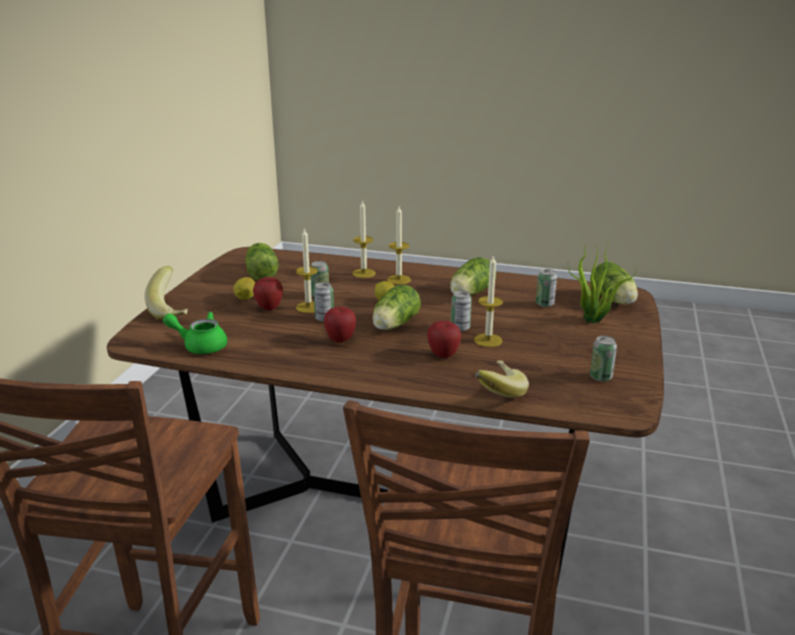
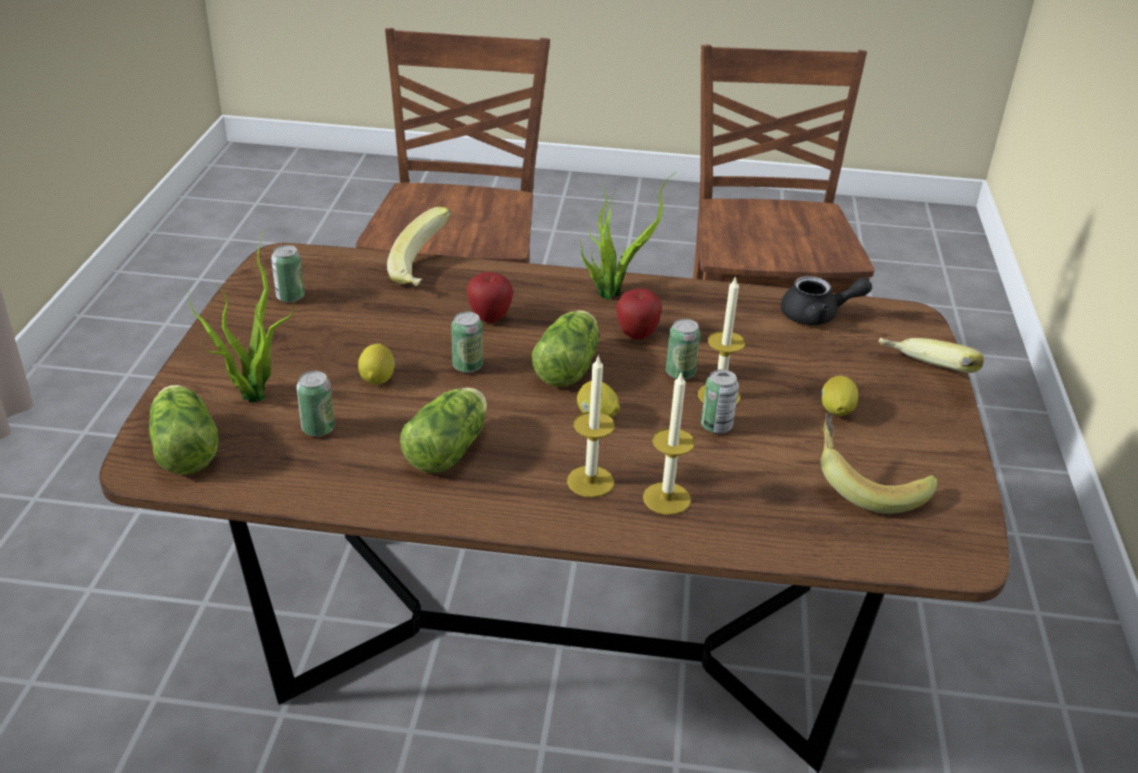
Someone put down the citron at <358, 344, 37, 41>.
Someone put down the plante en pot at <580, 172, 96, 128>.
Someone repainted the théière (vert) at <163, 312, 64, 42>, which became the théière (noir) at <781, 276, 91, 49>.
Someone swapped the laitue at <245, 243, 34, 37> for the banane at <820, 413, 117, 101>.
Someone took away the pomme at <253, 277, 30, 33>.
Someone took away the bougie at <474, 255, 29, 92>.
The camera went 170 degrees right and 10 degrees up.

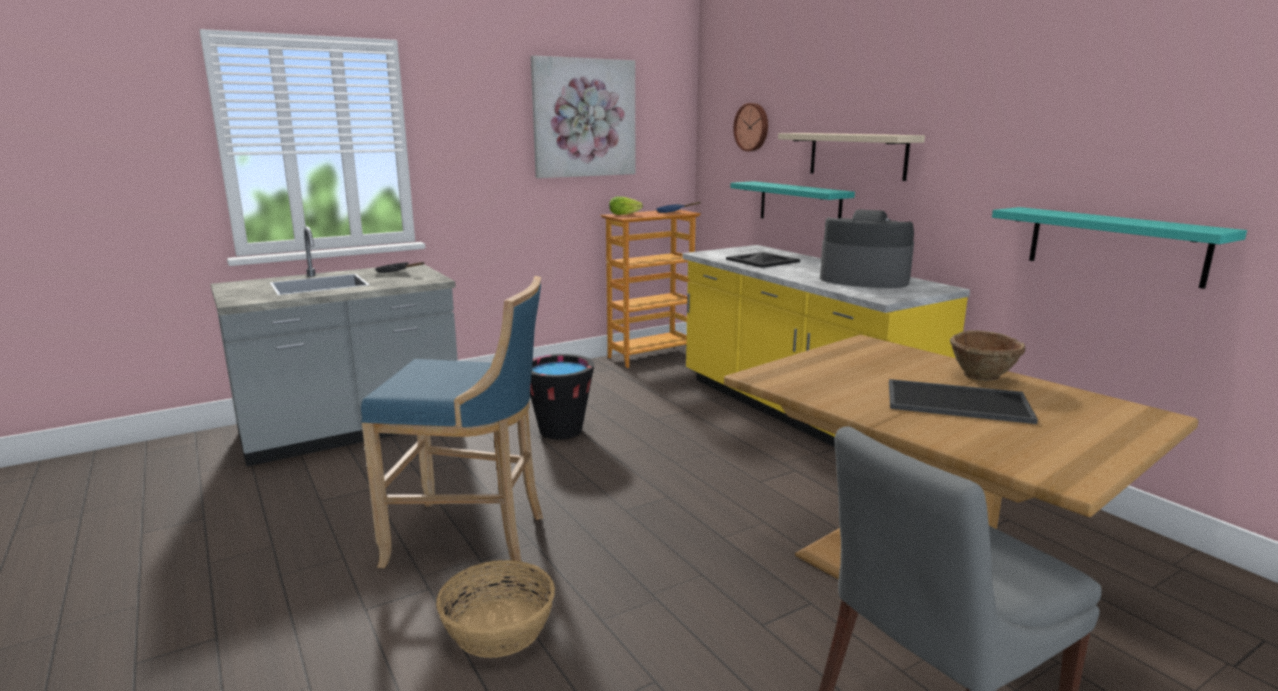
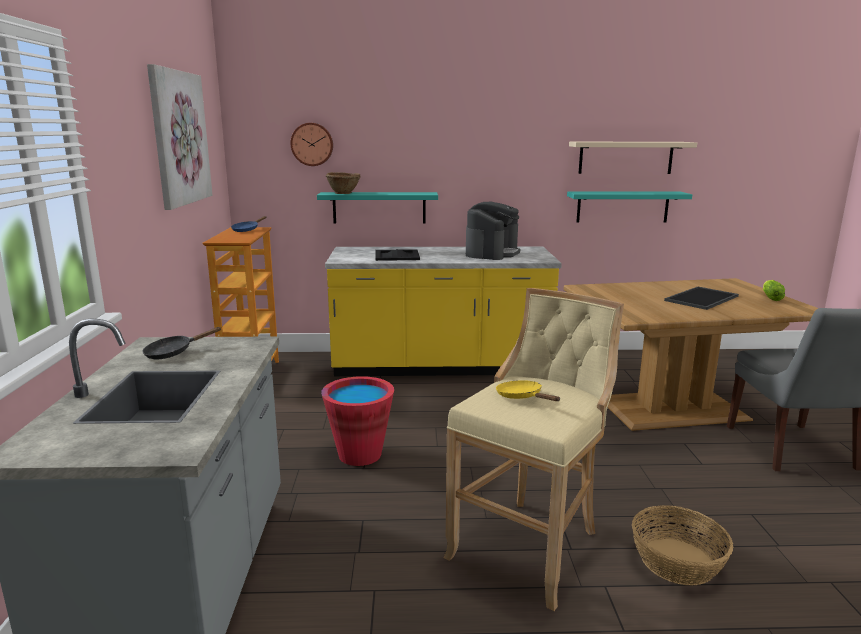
Someone repainted the seau (noir) at <530, 354, 64, 85>, which became the seau (rouge) at <321, 376, 73, 90>.
Someone carried the bol (marron) from <950, 330, 75, 51> to <326, 172, 35, 22>.
Someone repainted the tabouret (bleu) at <361, 276, 182, 292>, which became the tabouret (beige) at <443, 288, 181, 323>.
Someone rotated the machine à café at <820, 209, 94, 79> by 150 degrees clockwise.
Someone put down the poêle (jaune) at <496, 380, 64, 21>.
Someone carried the étagère (beige) from <778, 133, 147, 48> to <569, 141, 128, 33>.
Someone carried the laitue from <609, 196, 34, 19> to <763, 280, 22, 21>.
The camera went 60 degrees left and 0 degrees up.

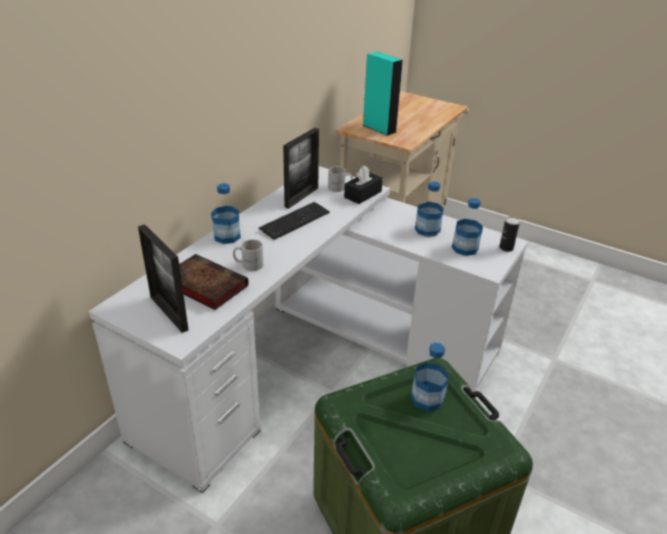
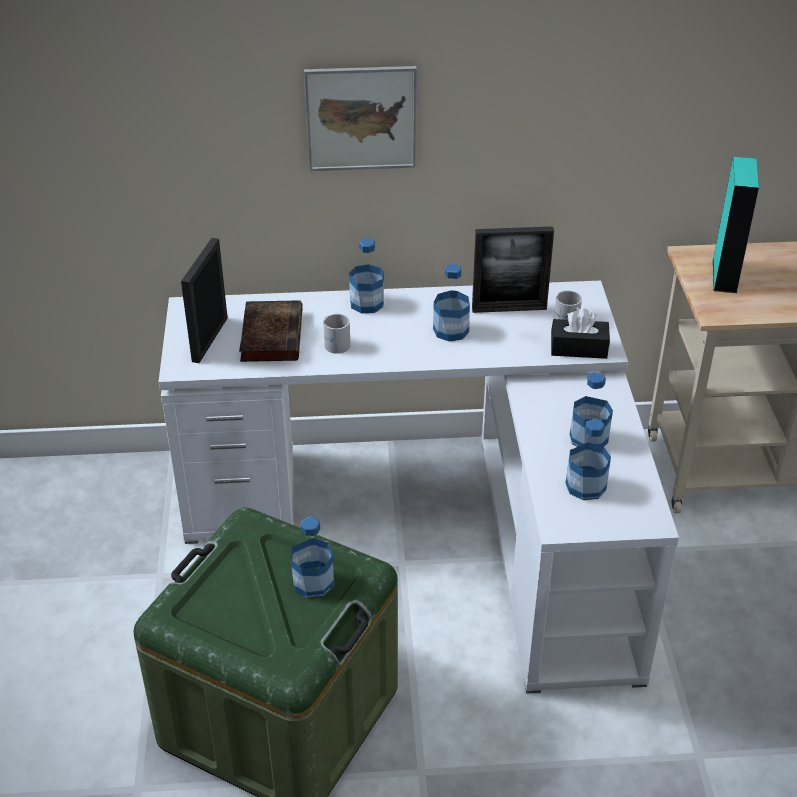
Someone put up the tableau at <304, 66, 113, 105>.
Someone swapped the clavier at <259, 202, 71, 38> for the bouteille at <433, 264, 37, 78>.
Someone took away the boîte métallique at <499, 217, 21, 35>.
The camera went 55 degrees right and 5 degrees up.

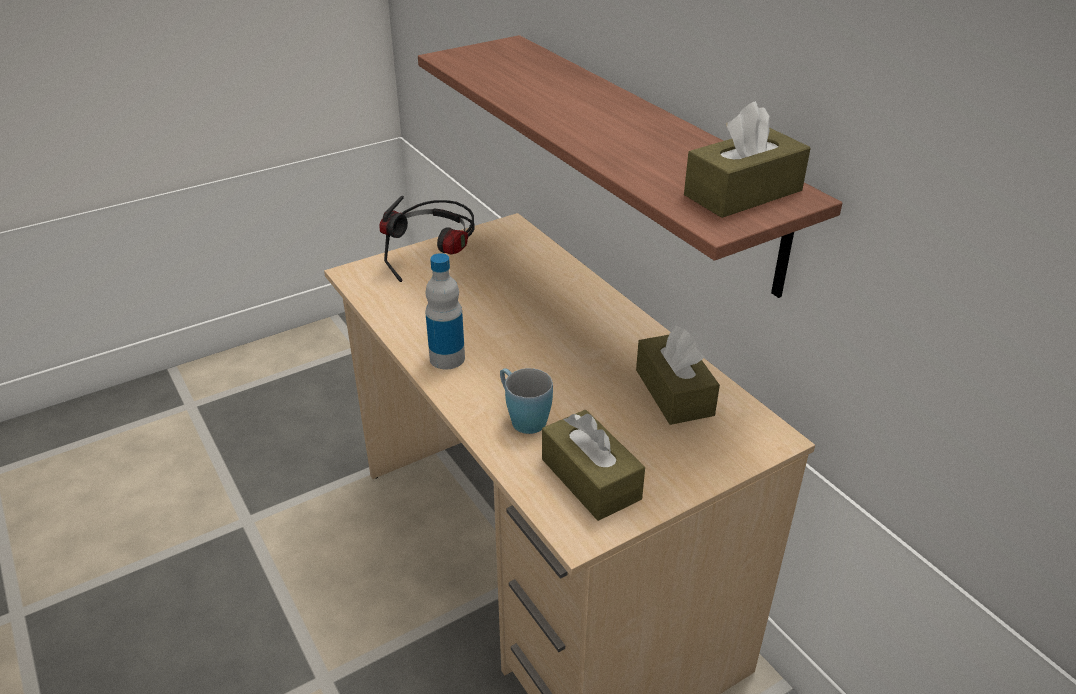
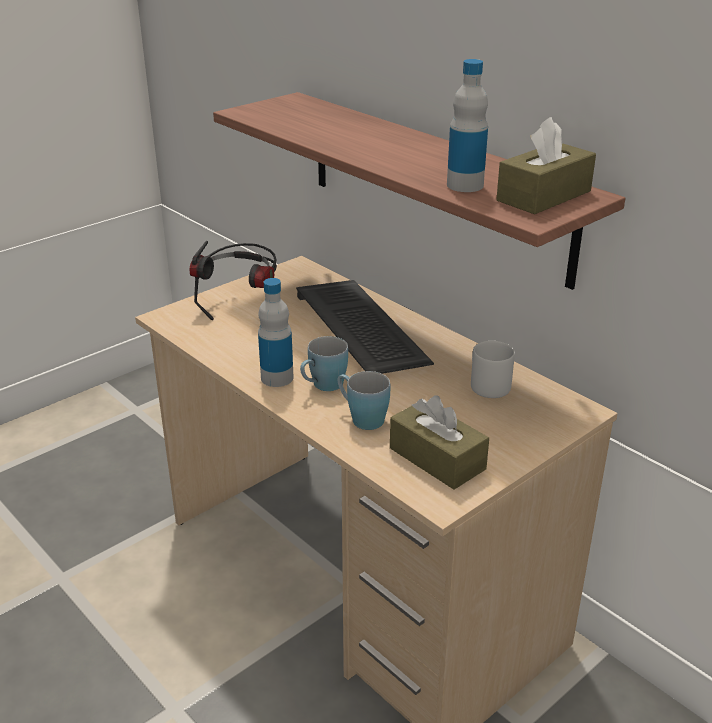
Someone put down the clavier at <296, 280, 138, 94>.
Someone put down the mug (bleu) at <300, 336, 48, 55>.
Someone put down the bouteille at <447, 59, 41, 133>.
Someone swapped the boîte à mouchoirs (marron) at <636, 325, 84, 100> for the mug (gris) at <471, 341, 44, 57>.
The camera went 10 degrees left and 5 degrees down.

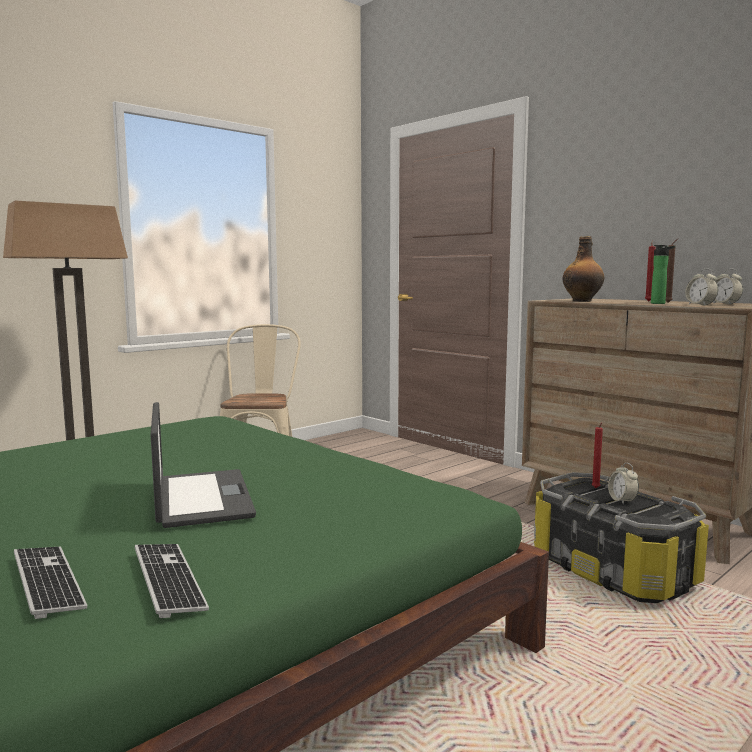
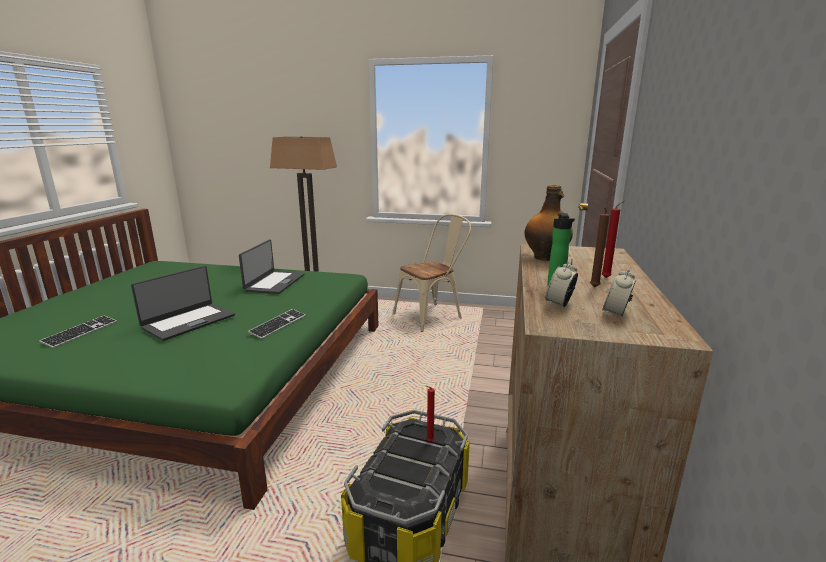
Someone put down the ordinateur portable at <239, 239, 66, 55>.
Someone carried the clavier from <135, 544, 74, 74> to <248, 309, 58, 30>.
Someone took away the réveil at <608, 463, 31, 42>.
The camera went 55 degrees right and 10 degrees up.

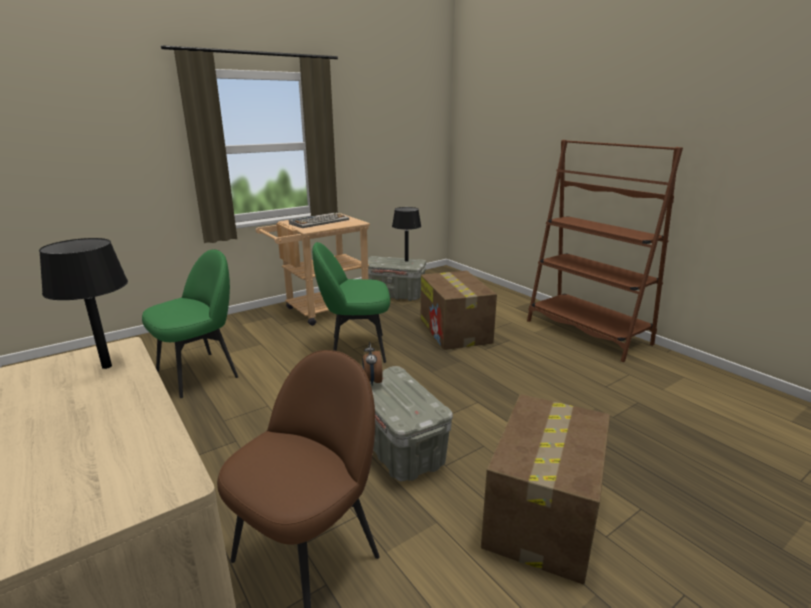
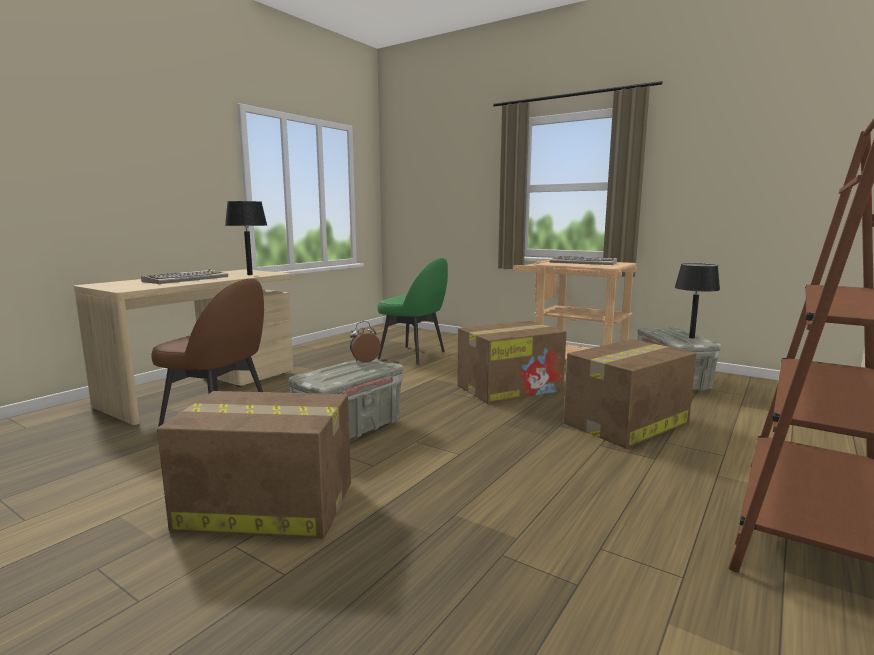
Someone put down the clavier at <141, 270, 87, 14>.
Someone swapped the chaise (vert) at <312, 242, 78, 121> for the carton at <457, 320, 110, 84>.
The camera went 70 degrees right and 10 degrees down.

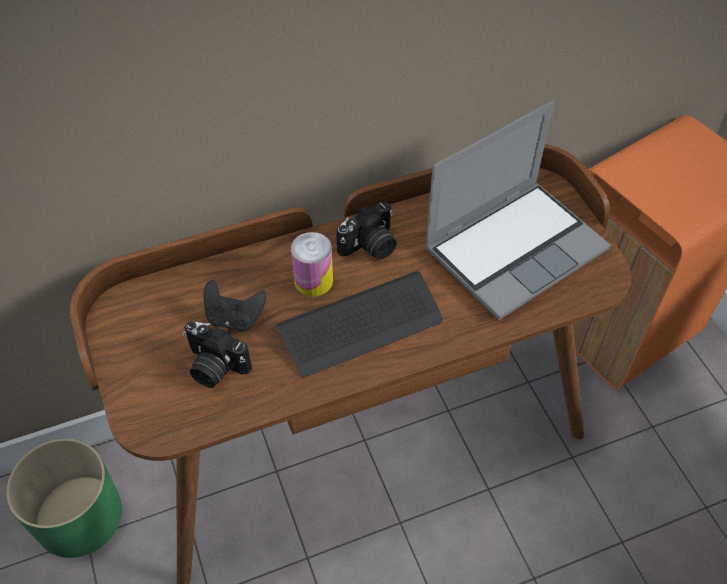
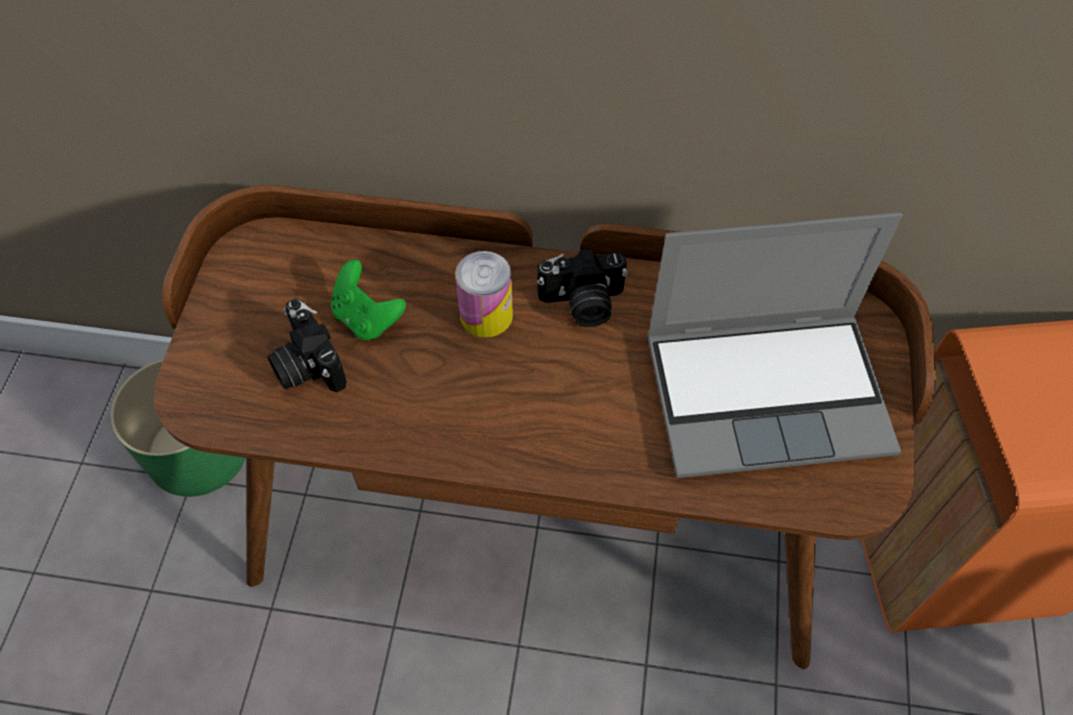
Someone repainted the manette (noir) at <204, 280, 62, 52>, which became the manette (vert) at <331, 260, 75, 80>.
Someone took away the clavier at <276, 271, 167, 106>.
The camera went 30 degrees right and 5 degrees up.

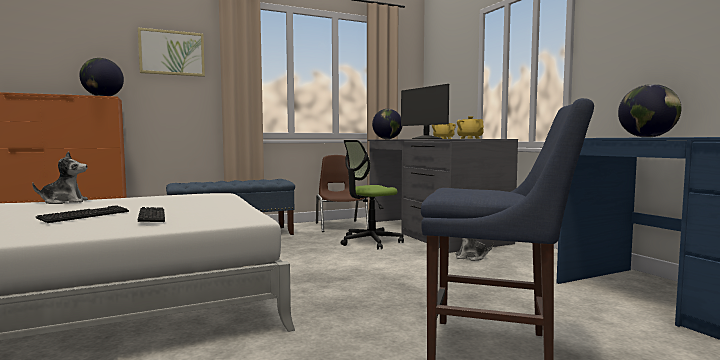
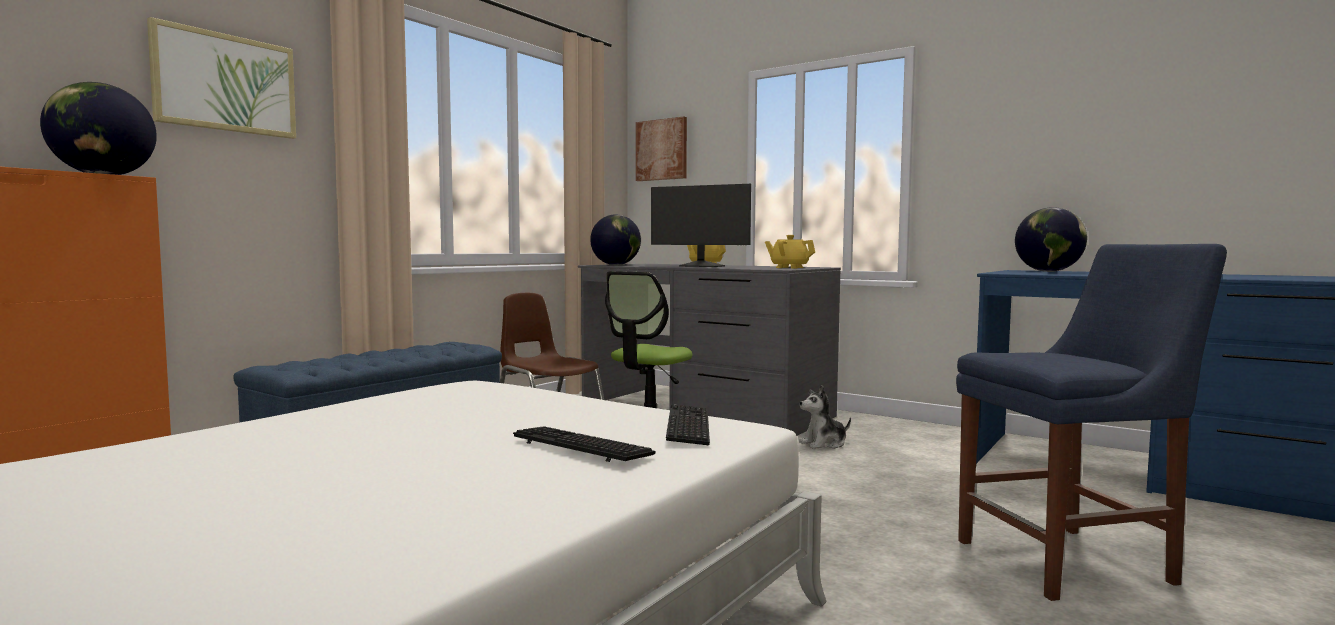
Someone put up the tableau at <636, 116, 51, 65>.
Someone carried the clavier from <35, 205, 94, 18> to <666, 404, 44, 41>.
Someone took away the peluche at <32, 151, 56, 53>.
The camera went 30 degrees left and 0 degrees up.

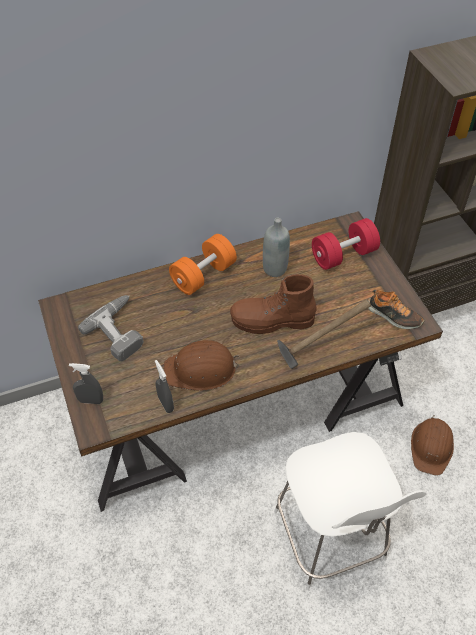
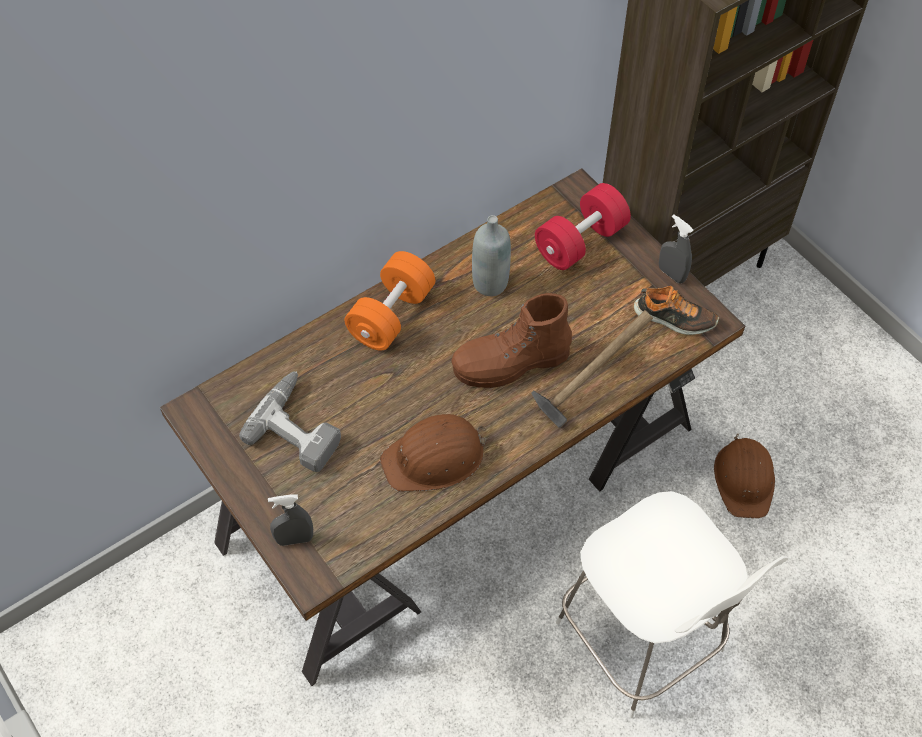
Someone carried the vaporisateur (gris) from <155, 360, 19, 53> to <659, 214, 34, 69>.
The camera went 15 degrees left and 5 degrees up.

